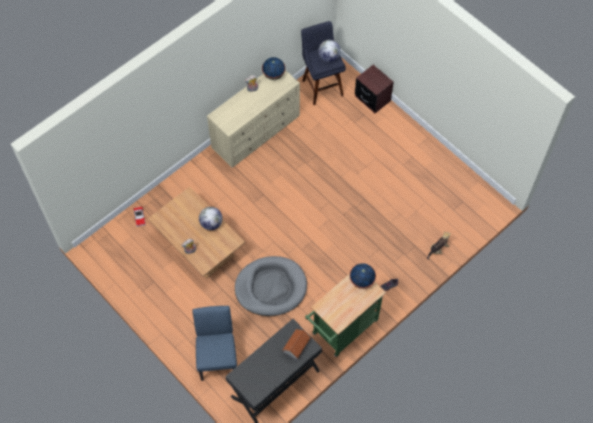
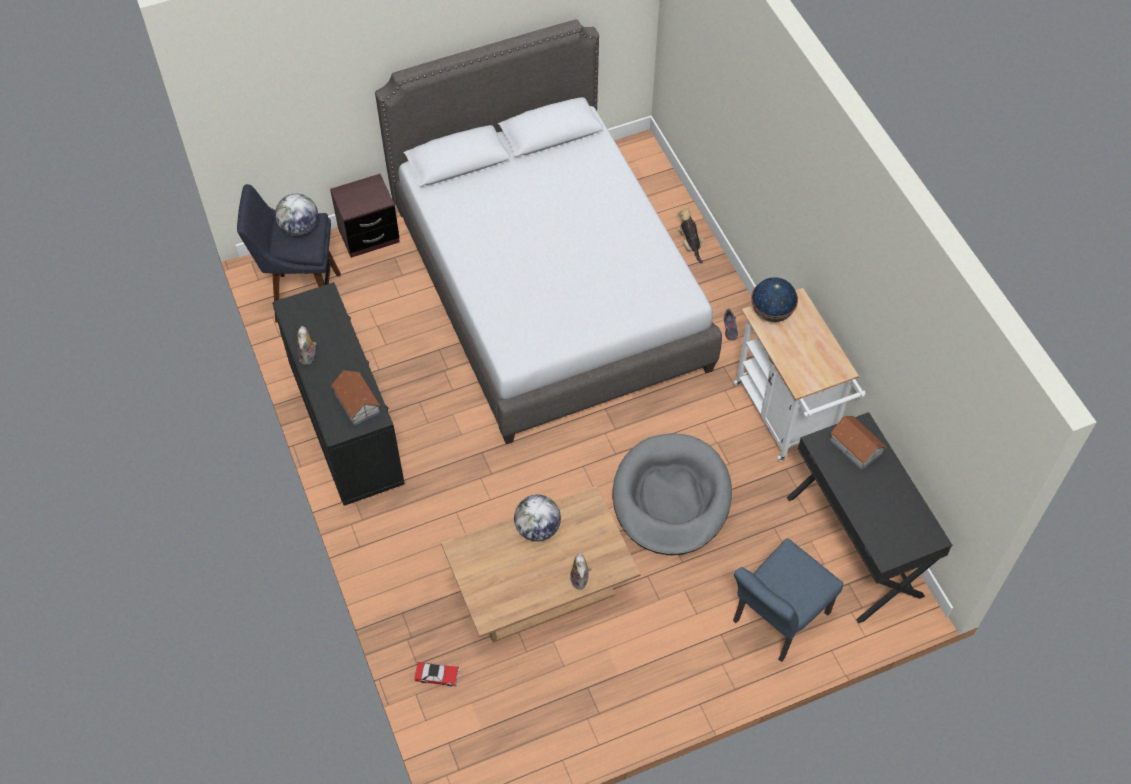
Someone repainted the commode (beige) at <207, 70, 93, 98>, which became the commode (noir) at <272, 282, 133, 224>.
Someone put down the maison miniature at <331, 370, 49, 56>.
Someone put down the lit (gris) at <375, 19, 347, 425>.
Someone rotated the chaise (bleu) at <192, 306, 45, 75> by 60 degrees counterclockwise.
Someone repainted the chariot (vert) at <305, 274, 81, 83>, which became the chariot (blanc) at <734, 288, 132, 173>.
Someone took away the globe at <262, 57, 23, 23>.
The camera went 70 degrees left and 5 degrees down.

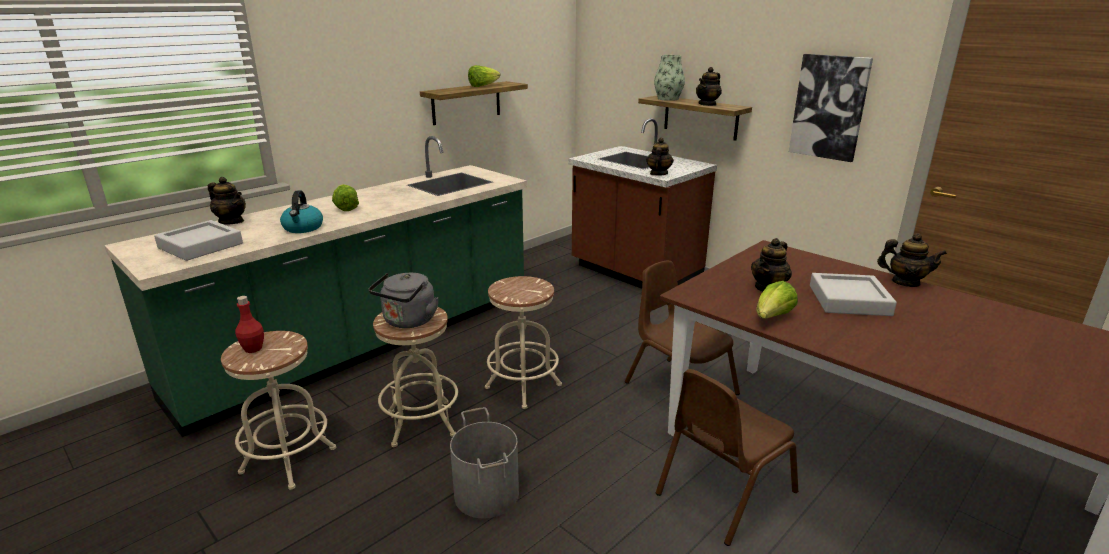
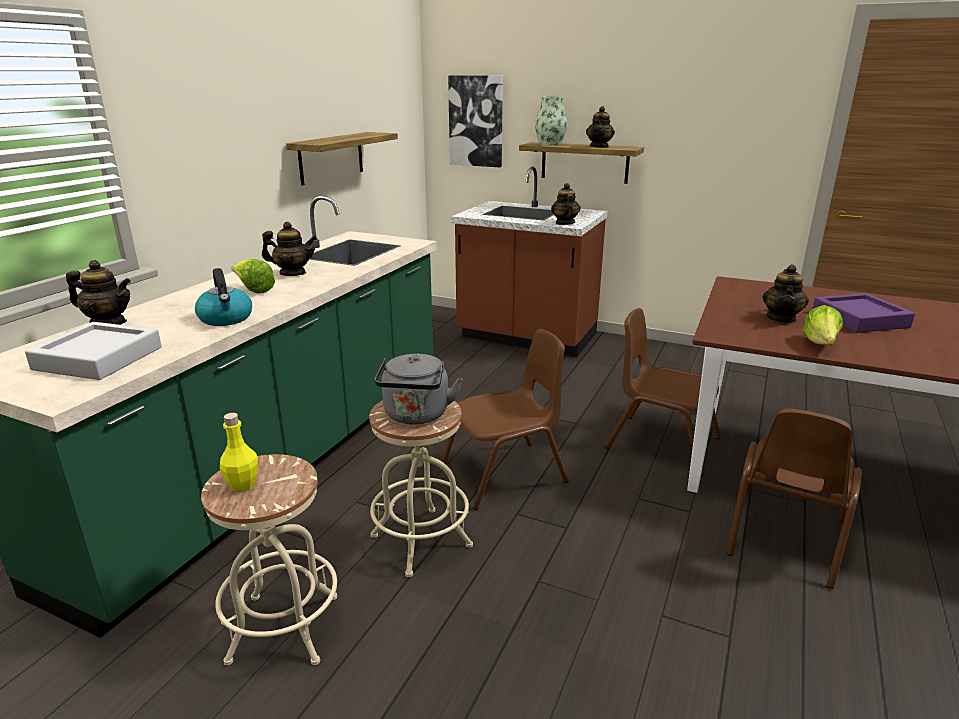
Someone repainted the bouteille (rouge) at <235, 296, 29, 57>, which became the bouteille (jaune) at <220, 413, 38, 79>.
Someone carried the théière from <877, 233, 70, 54> to <262, 222, 55, 54>.
Someone swapped the tabouret (beige) at <485, 276, 77, 133> for the chaise (marron) at <441, 329, 128, 181>.
Someone carried the tableau from <789, 54, 84, 108> to <448, 75, 55, 92>.
Someone repainted the plateau (gris) at <810, 273, 87, 43>, which became the plateau (violet) at <813, 293, 102, 40>.
Someone took away the seau (gris) at <450, 407, 69, 111>.
Someone took away the laitue at <468, 65, 33, 22>.
The camera went 20 degrees left and 0 degrees up.

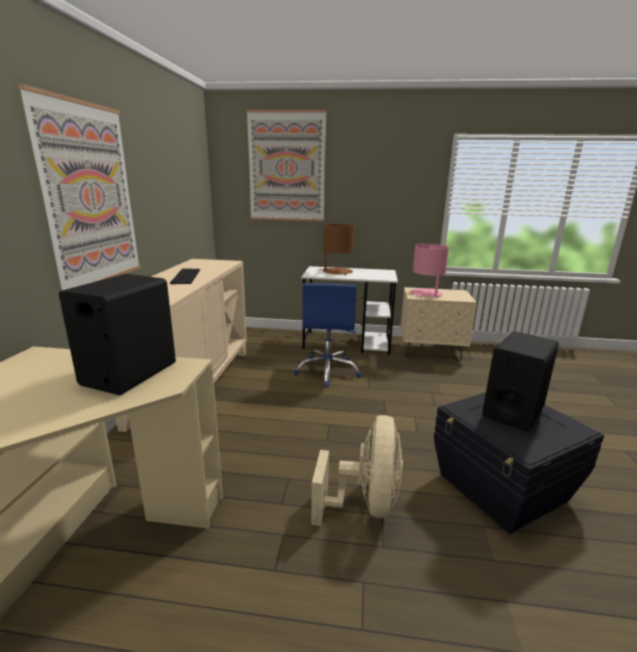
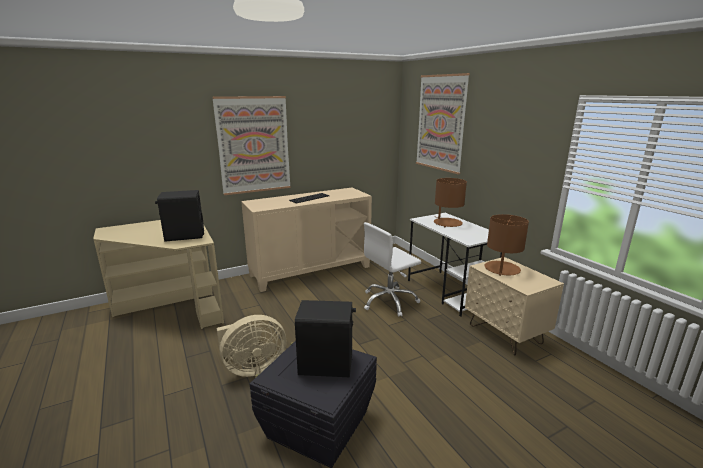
Someone repainted the chaise de bureau (bleu) at <293, 283, 69, 104>, which became the chaise de bureau (blanc) at <364, 222, 57, 95>.
Someone repainted the lampe de table (rose) at <410, 244, 39, 54>, which became the lampe de table (marron) at <484, 214, 45, 62>.
The camera went 55 degrees right and 0 degrees up.

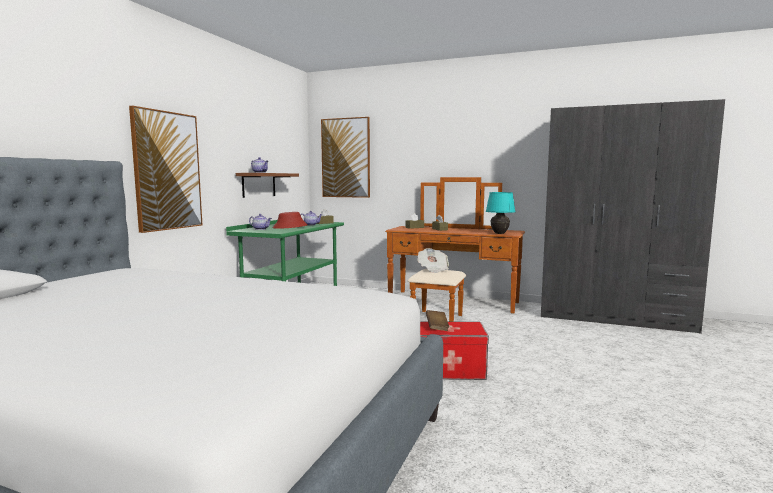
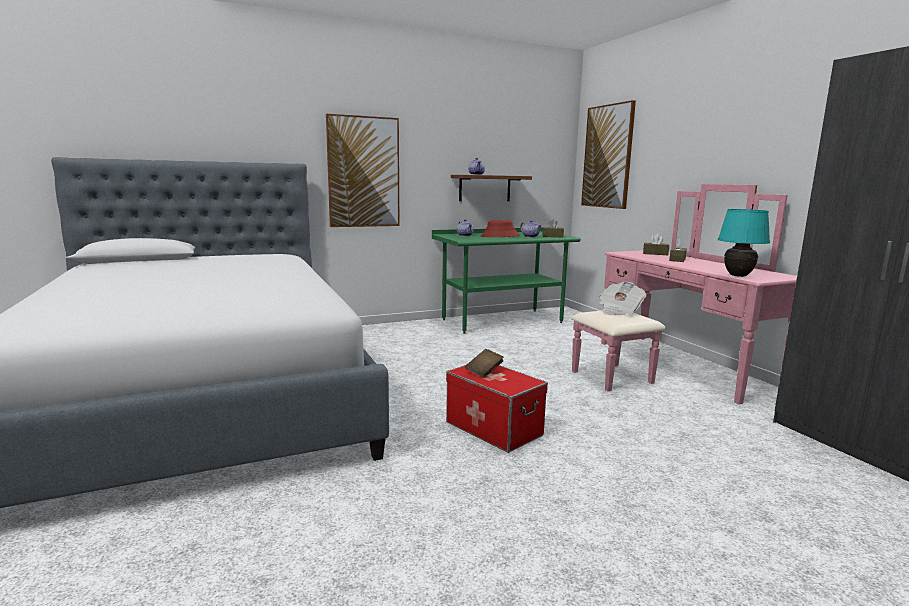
Someone repainted the commode (marron) at <385, 177, 140, 145>, which became the commode (rose) at <571, 184, 226, 220>.
The camera went 45 degrees right and 5 degrees up.

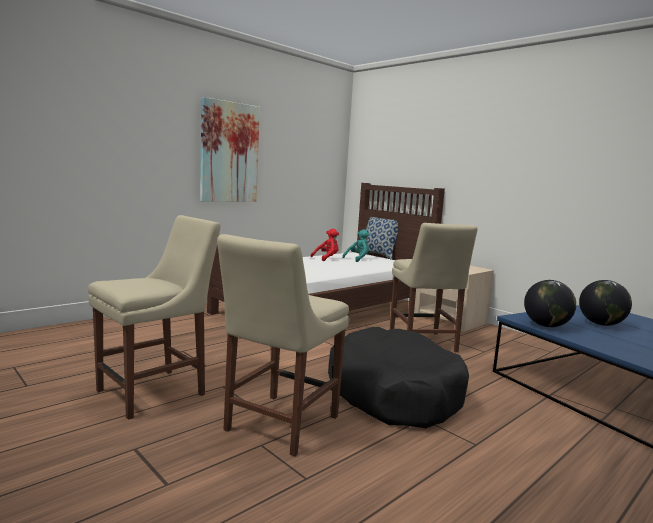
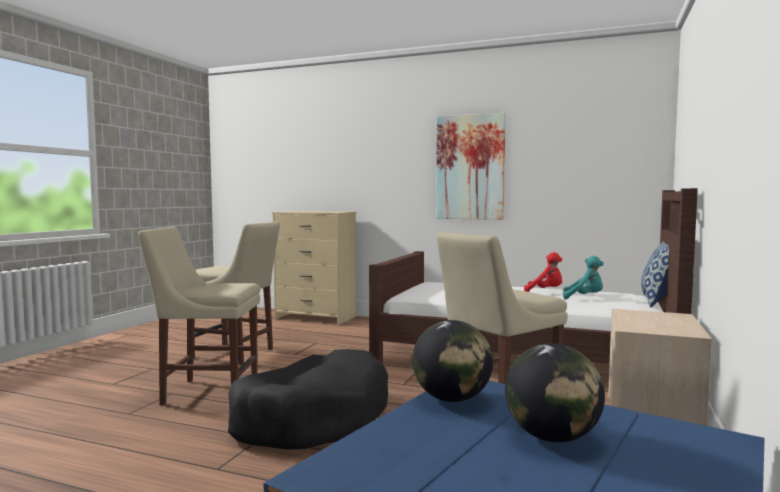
Someone put down the commode (beige) at <272, 211, 85, 114>.
The camera went 65 degrees right and 5 degrees down.

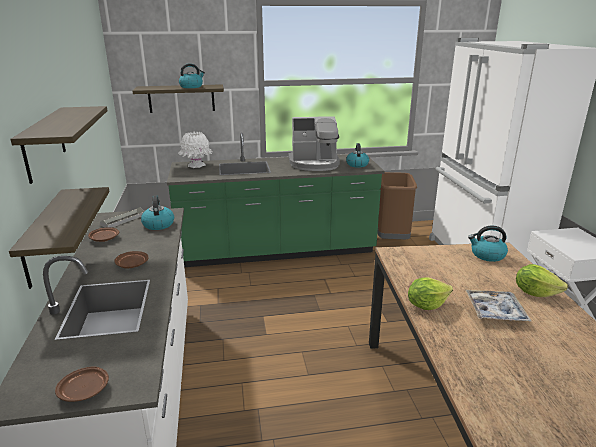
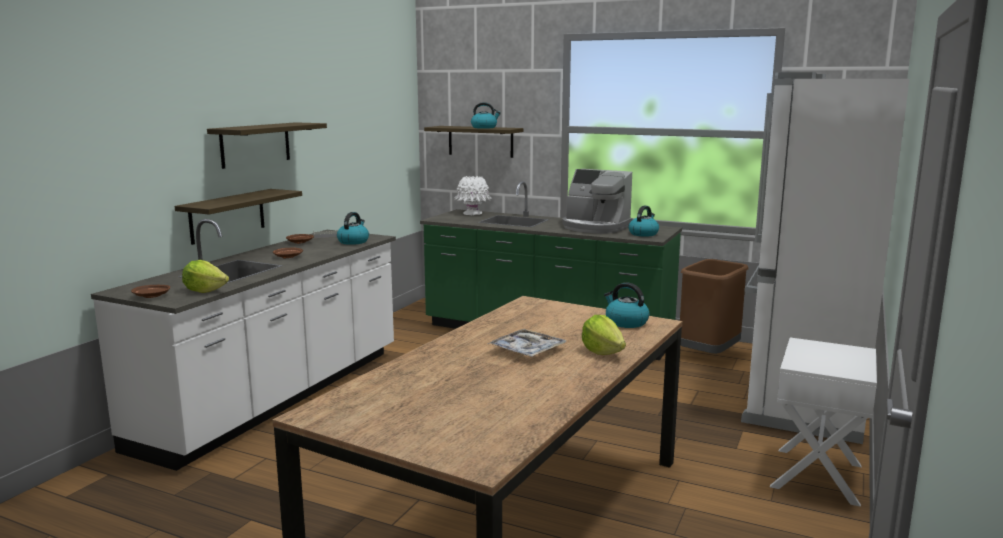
Someone carried the laitue from <408, 278, 45, 32> to <182, 260, 47, 33>.
The camera went 35 degrees right and 10 degrees down.

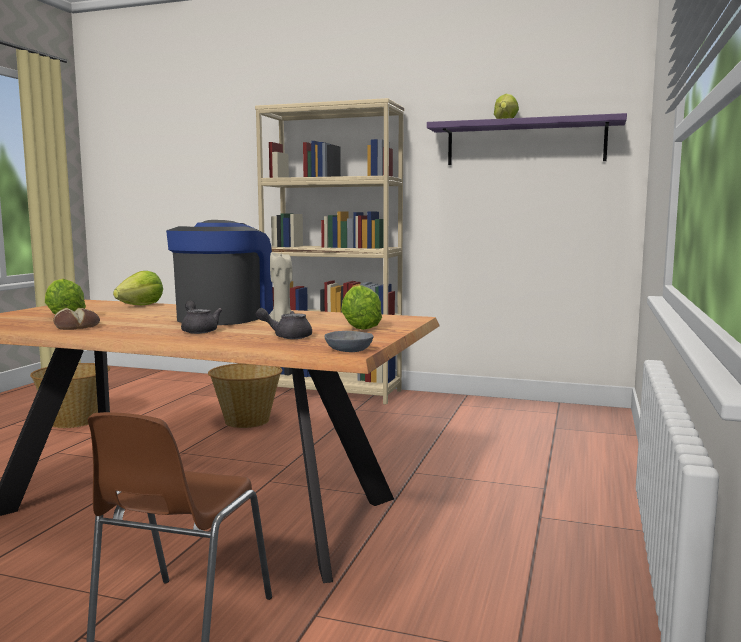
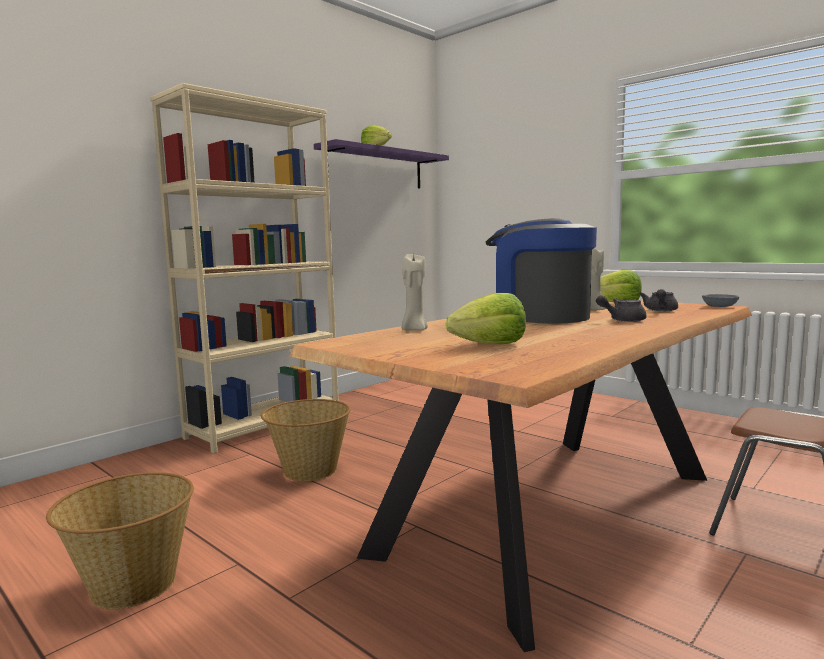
Someone swapped the laitue at <113, 271, 50, 34> for the bougie (beige) at <401, 253, 27, 78>.
Someone took away the pain at <53, 308, 47, 22>.
The camera went 65 degrees left and 0 degrees up.

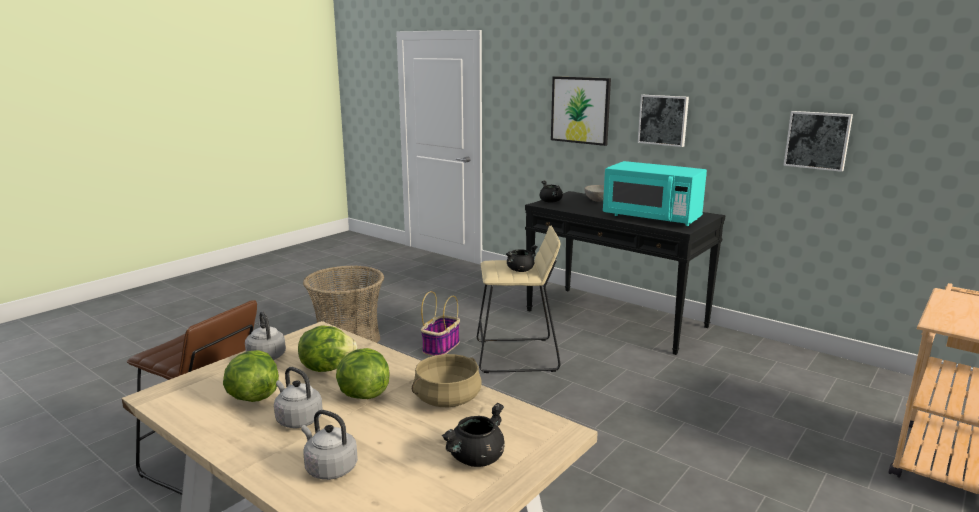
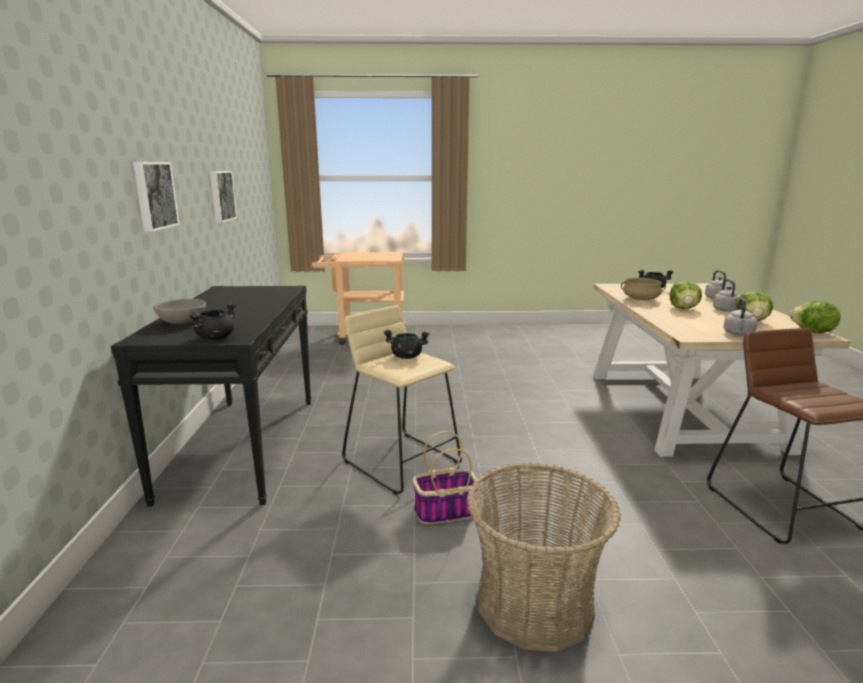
Someone carried the laitue from <298, 325, 59, 47> to <790, 301, 51, 32>.
Someone took away the tableau at <551, 76, 60, 70>.
Someone took away the micro-ondes (turquoise) at <603, 161, 104, 65>.
The camera went 130 degrees left and 0 degrees up.

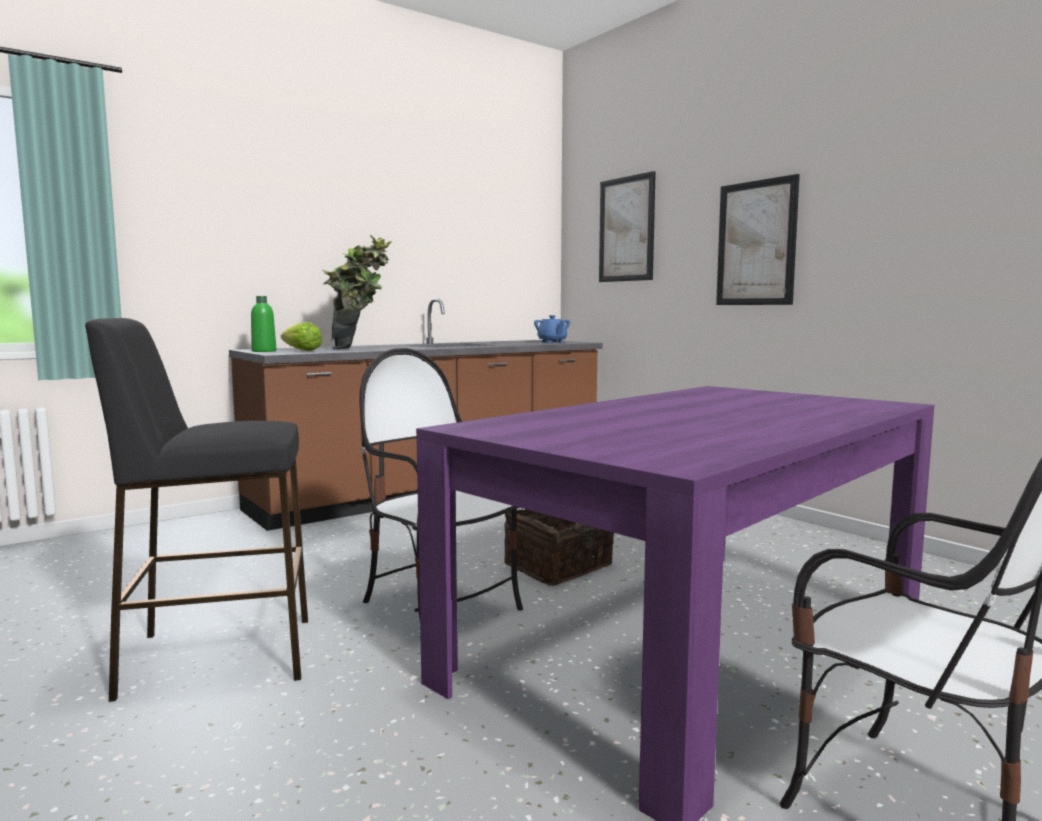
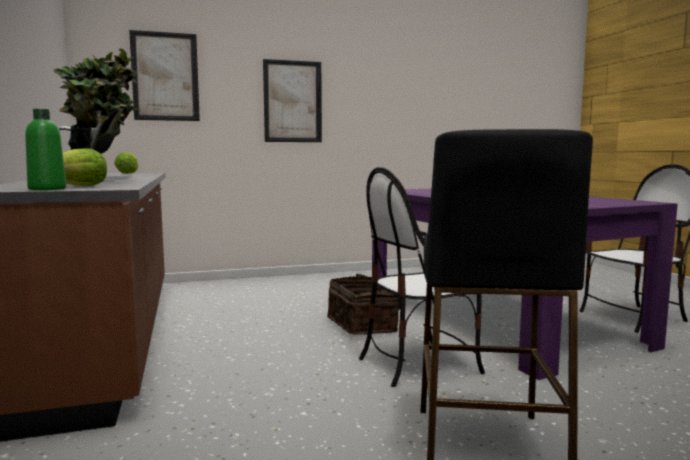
Someone swapped the théière (bleu) at <534, 315, 36, 28> for the laitue at <114, 152, 24, 22>.
The camera went 70 degrees left and 0 degrees up.

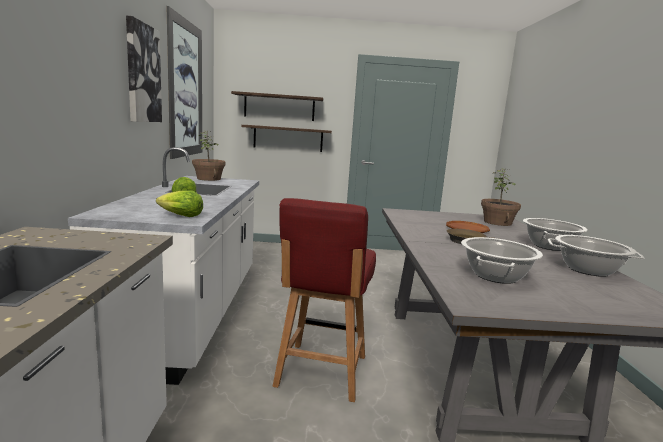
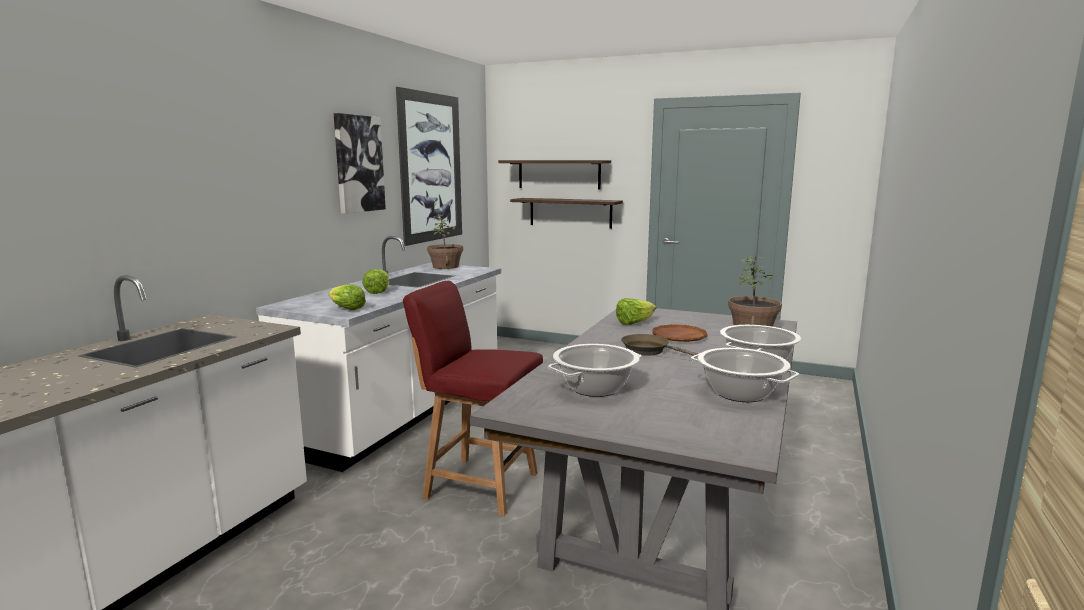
Someone rotated the chaise (rouge) at <273, 198, 103, 204> by 75 degrees clockwise.
Someone put down the laitue at <616, 298, 40, 27>.
The camera went 25 degrees right and 0 degrees up.

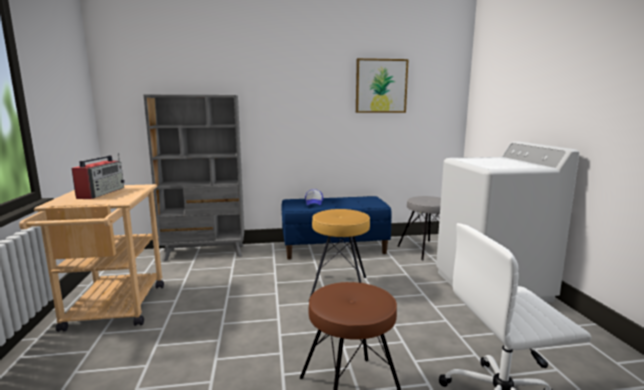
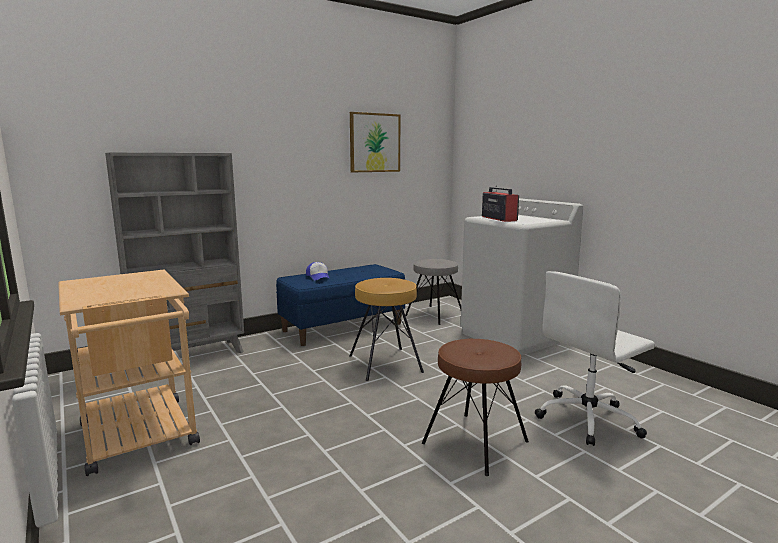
Someone carried the radio from <72, 153, 53, 46> to <482, 185, 37, 37>.
The camera went 25 degrees left and 0 degrees up.

